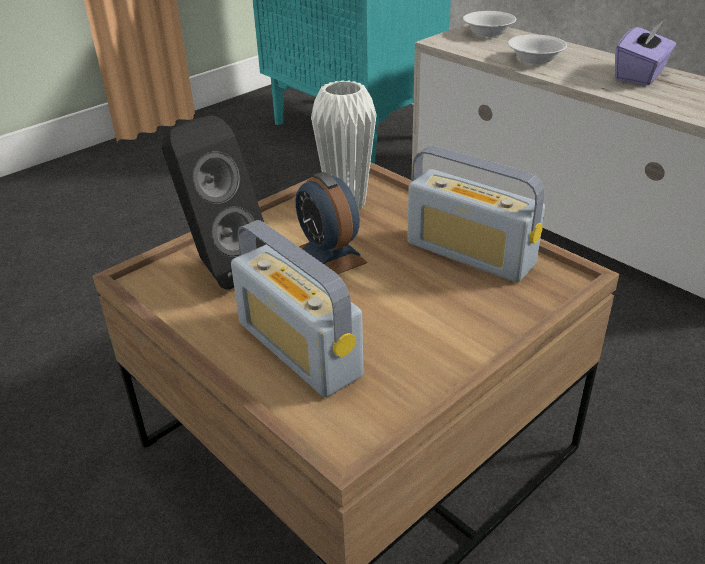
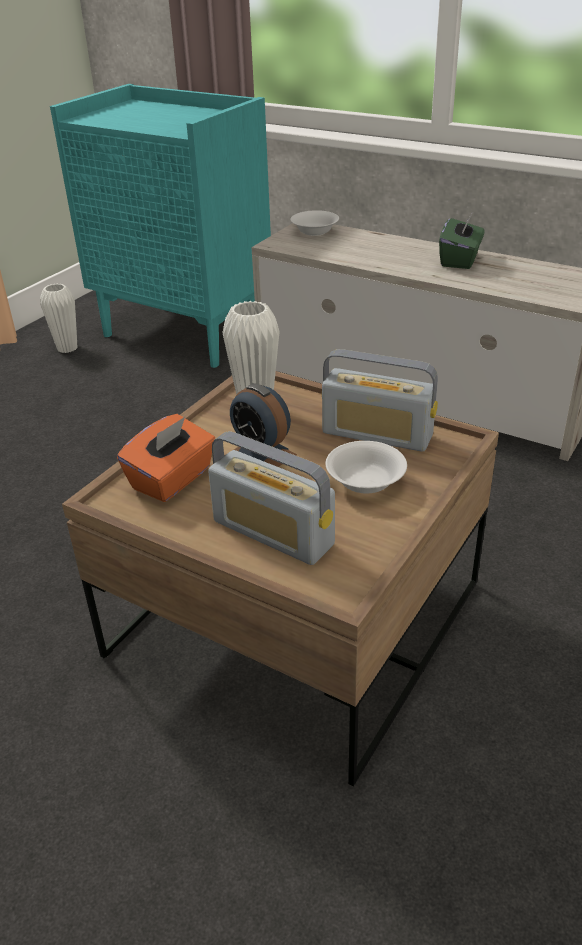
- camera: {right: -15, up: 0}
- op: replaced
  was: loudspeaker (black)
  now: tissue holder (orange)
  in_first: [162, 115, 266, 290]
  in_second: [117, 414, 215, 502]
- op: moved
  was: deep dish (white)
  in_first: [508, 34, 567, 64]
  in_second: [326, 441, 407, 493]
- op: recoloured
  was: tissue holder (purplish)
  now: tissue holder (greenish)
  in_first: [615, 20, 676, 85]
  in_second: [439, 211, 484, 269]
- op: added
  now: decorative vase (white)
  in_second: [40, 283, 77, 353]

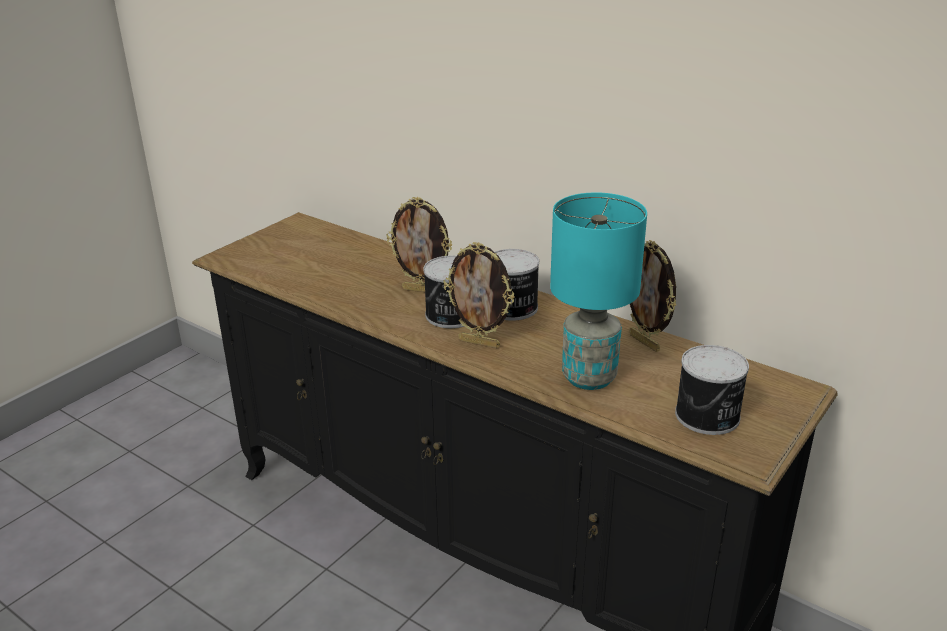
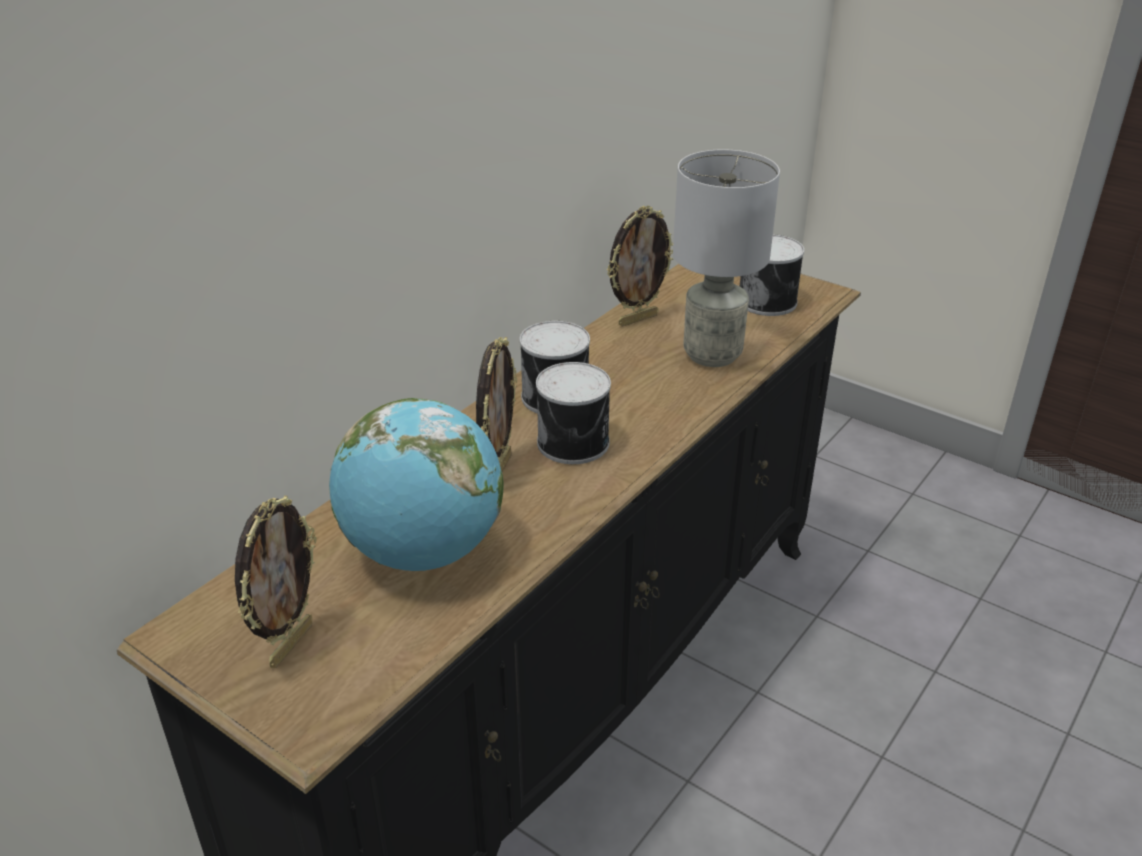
- camera: {right: -90, up: 5}
- op: moved
  was: standing frame
  in_first: [443, 242, 515, 348]
  in_second: [235, 495, 317, 668]
- op: recoloured
  was: lamp for a table (turquoise)
  now: lamp for a table (grey)
  in_first: [550, 192, 647, 390]
  in_second: [673, 149, 780, 367]
- op: added
  now: globe
  in_second: [329, 398, 504, 571]

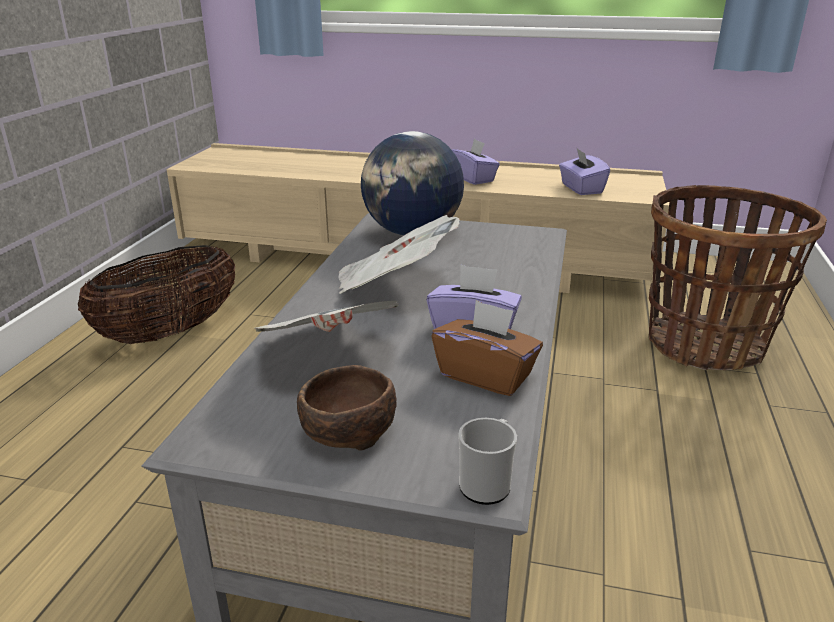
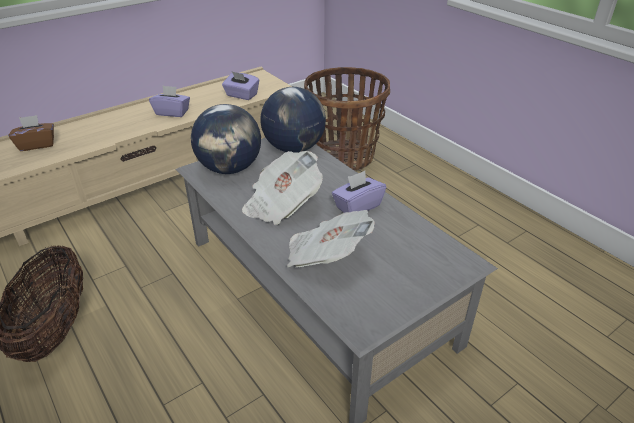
- camera: {right: -50, up: 10}
- op: removed
  was: deep dish (brown-coloured)
  in_first: [297, 365, 397, 451]
- op: moved
  was: tissue holder (brown-coloured)
  in_first: [432, 300, 543, 396]
  in_second: [8, 115, 54, 151]
- op: removed
  was: tea mug
  in_first: [458, 418, 517, 505]
- op: added
  now: globe
  in_second: [260, 87, 326, 153]

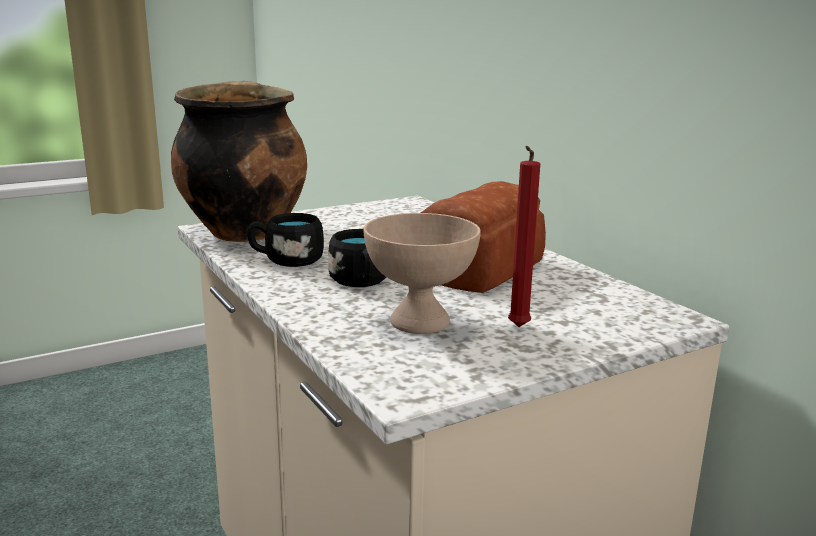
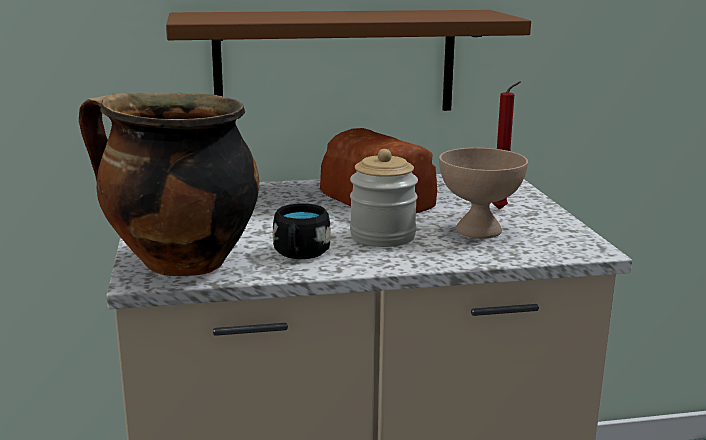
- camera: {right: -70, up: 0}
- op: replaced
  was: tea mug (black)
  now: preserve jar
  in_first: [328, 229, 386, 287]
  in_second: [350, 149, 418, 247]
- op: added
  now: wall shelf (brown-coloured)
  in_second: [166, 10, 531, 111]

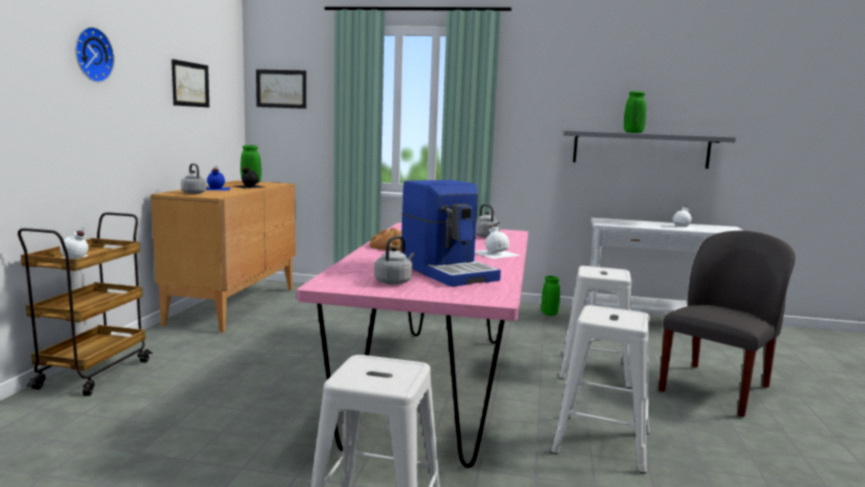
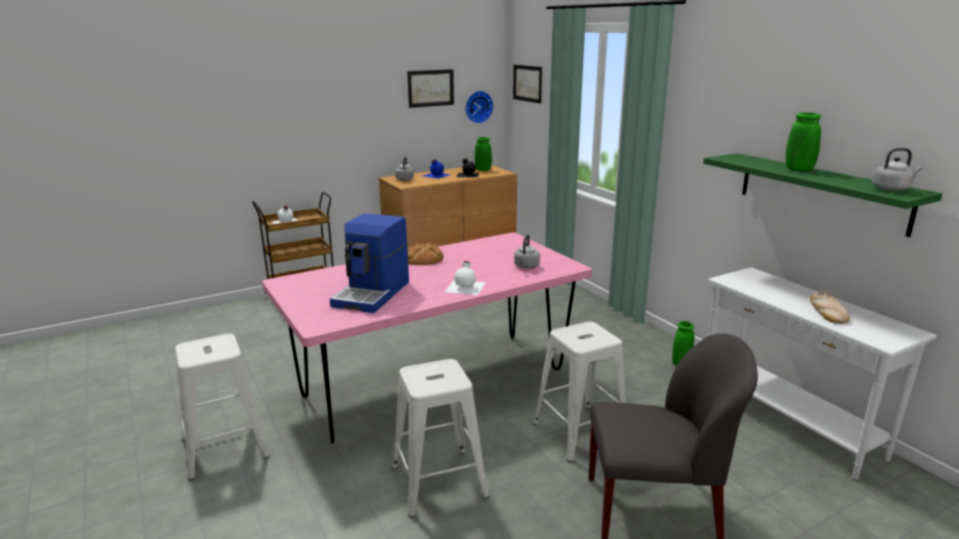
- camera: {right: 50, up: 10}
- op: moved
  was: clock on the wall
  in_first: [75, 27, 114, 83]
  in_second: [465, 91, 494, 124]
- op: moved
  was: water kettle (grey)
  in_first: [374, 236, 415, 285]
  in_second: [872, 148, 923, 191]
- op: recoloured
  was: wall shelf (grey)
  now: wall shelf (greenish)
  in_first: [563, 131, 736, 169]
  in_second: [703, 153, 942, 237]
- op: replaced
  was: beverage bottle (white)
  now: bread
  in_first: [666, 206, 700, 230]
  in_second: [810, 292, 850, 324]

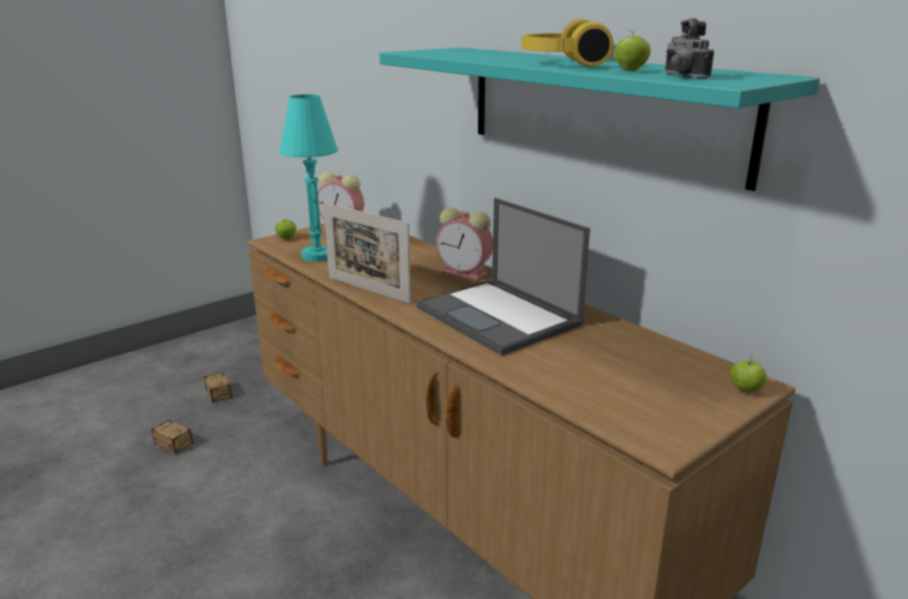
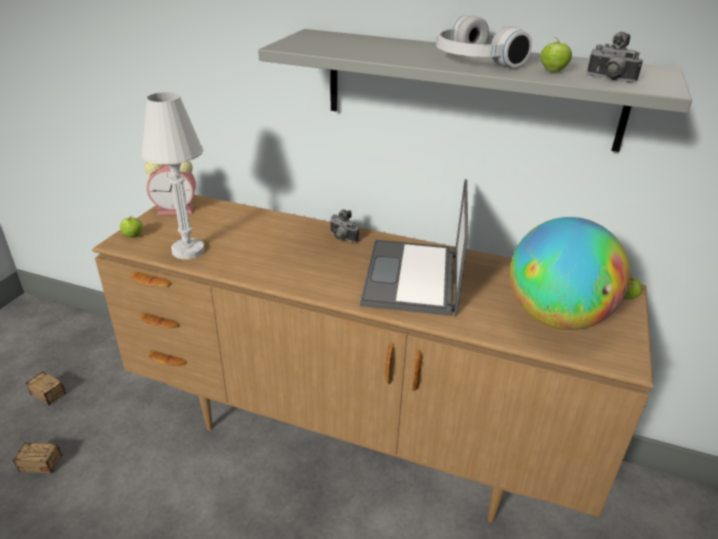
- camera: {right: -30, up: 10}
- op: recoloured
  was: lamp for a table (turquoise)
  now: lamp for a table (white)
  in_first: [280, 94, 338, 261]
  in_second: [141, 92, 204, 259]
- op: removed
  was: standing frame
  in_first: [323, 203, 411, 304]
- op: recoloured
  was: wall shelf (turquoise)
  now: wall shelf (grey)
  in_first: [380, 48, 820, 191]
  in_second: [258, 29, 692, 152]
- op: turned
  was: notebook computer
  in_first: [417, 198, 590, 356]
  in_second: [360, 179, 468, 316]
  clockwise: 75
- op: replaced
  was: bedside clock
  now: photo camera
  in_first: [436, 207, 493, 280]
  in_second: [330, 209, 359, 243]
- op: recoloured
  was: headset (yellow)
  now: headset (white)
  in_first: [522, 19, 613, 67]
  in_second: [436, 15, 532, 67]
- op: added
  now: globe
  in_second: [510, 217, 630, 330]

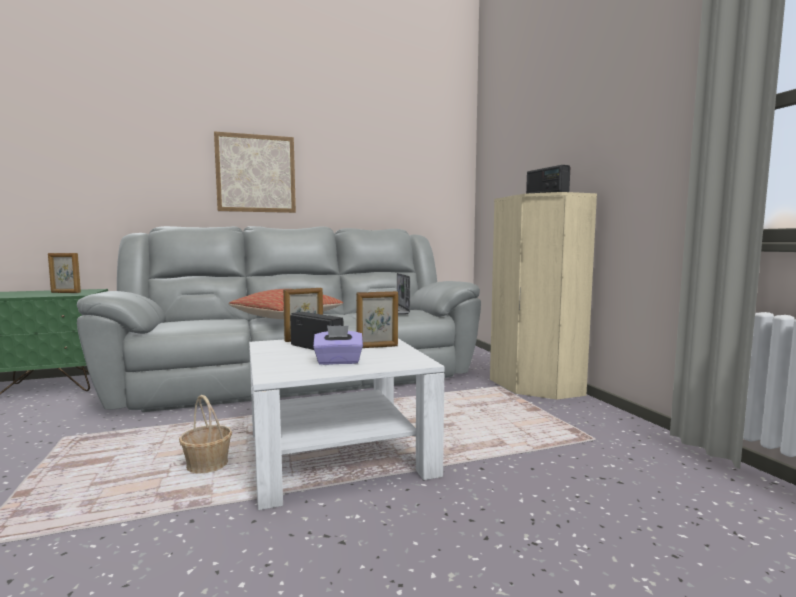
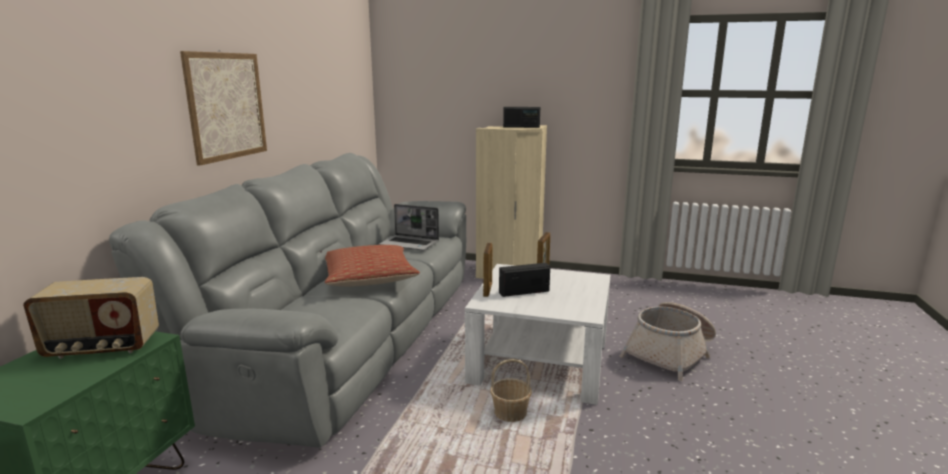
- camera: {right: -55, up: 10}
- op: replaced
  was: standing frame
  now: radio set
  in_first: [48, 253, 81, 293]
  in_second: [23, 277, 159, 359]
- op: removed
  was: tissue holder (purplish)
  in_first: [313, 325, 363, 365]
- op: added
  now: basket
  in_second: [620, 302, 716, 381]

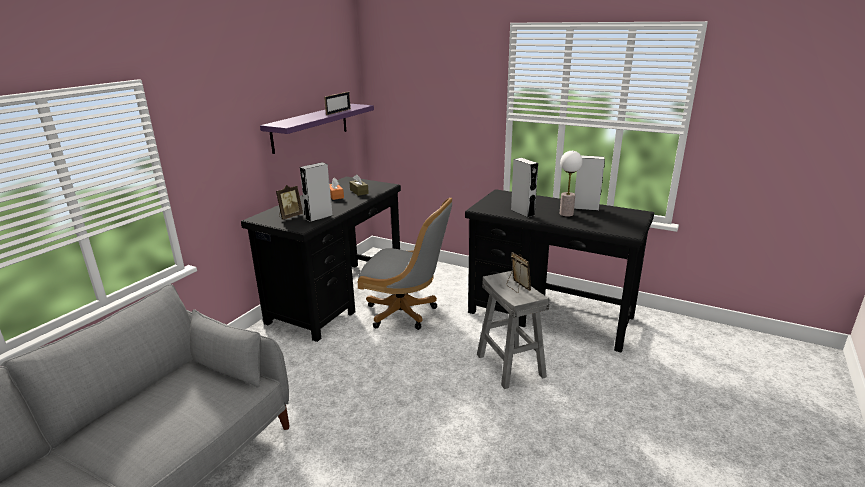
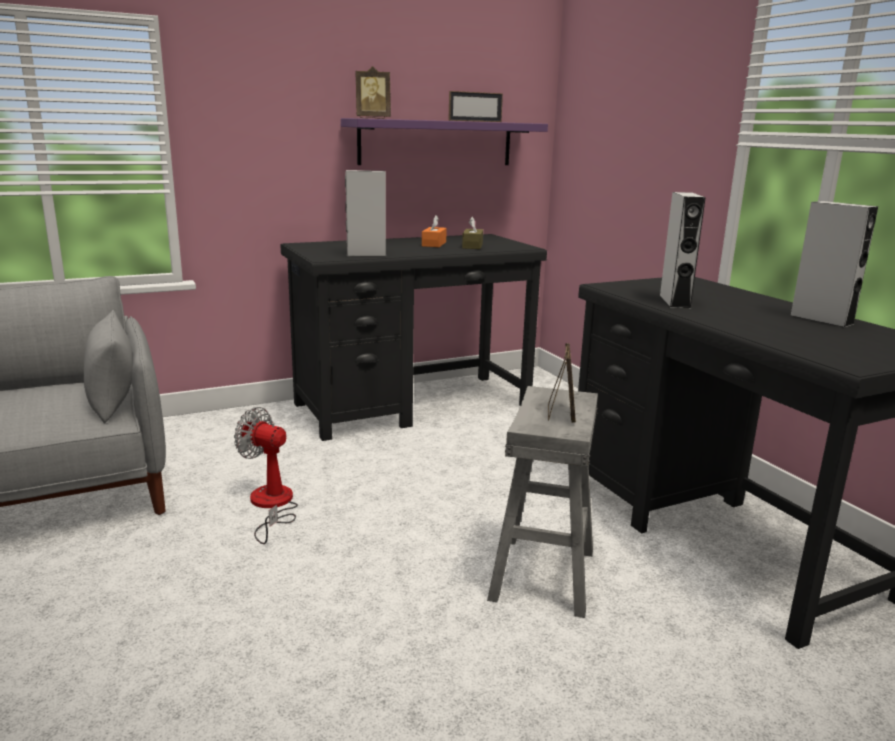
- camera: {right: 35, up: -5}
- op: moved
  was: standing frame
  in_first: [276, 185, 303, 220]
  in_second: [356, 66, 391, 119]
- op: removed
  was: office chair (grey)
  in_first: [358, 198, 452, 330]
- op: removed
  was: lamp for a table
  in_first: [560, 151, 582, 217]
- op: added
  now: cooling fan
  in_second: [234, 407, 298, 544]

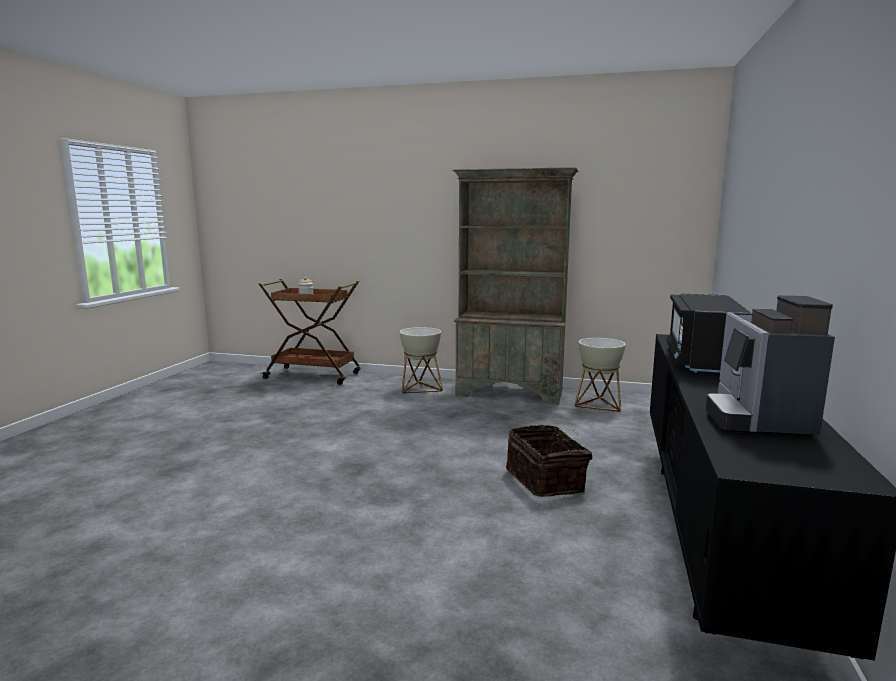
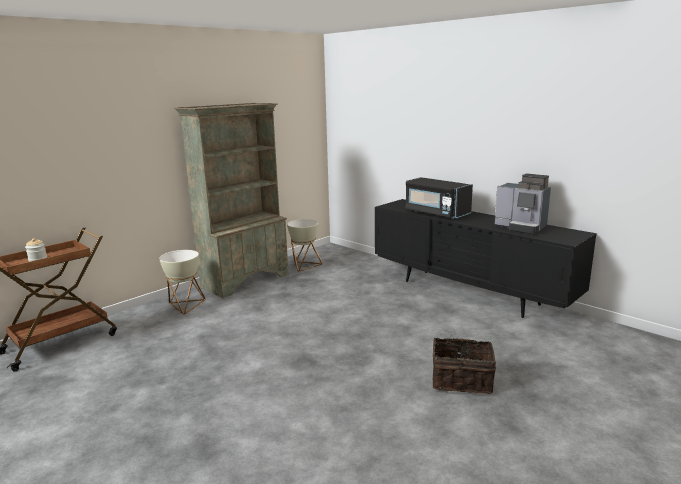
- camera: {right: -60, up: 5}
- op: moved
  was: basket
  in_first: [506, 425, 592, 497]
  in_second: [433, 334, 496, 394]

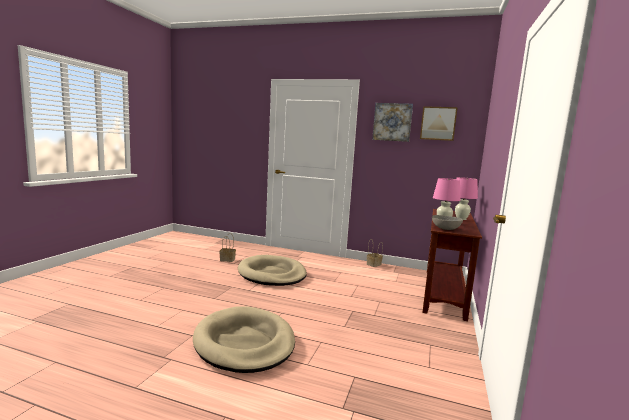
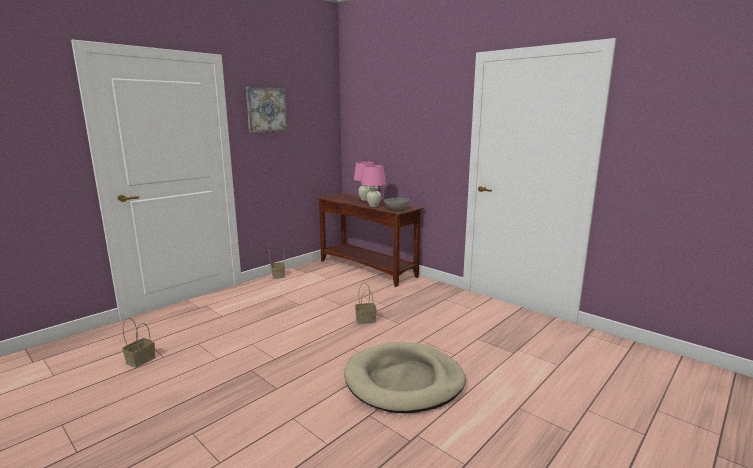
- camera: {right: -65, up: 5}
- op: removed
  was: pet bed (sand-coloured)
  in_first: [238, 255, 307, 286]
- op: removed
  was: wall art
  in_first: [420, 106, 458, 141]
- op: added
  now: basket
  in_second: [355, 282, 377, 324]

